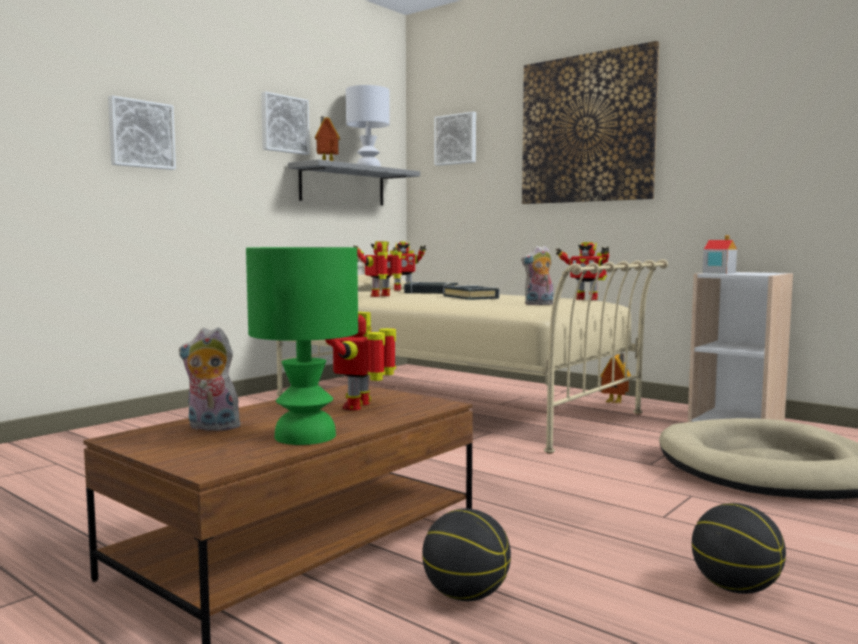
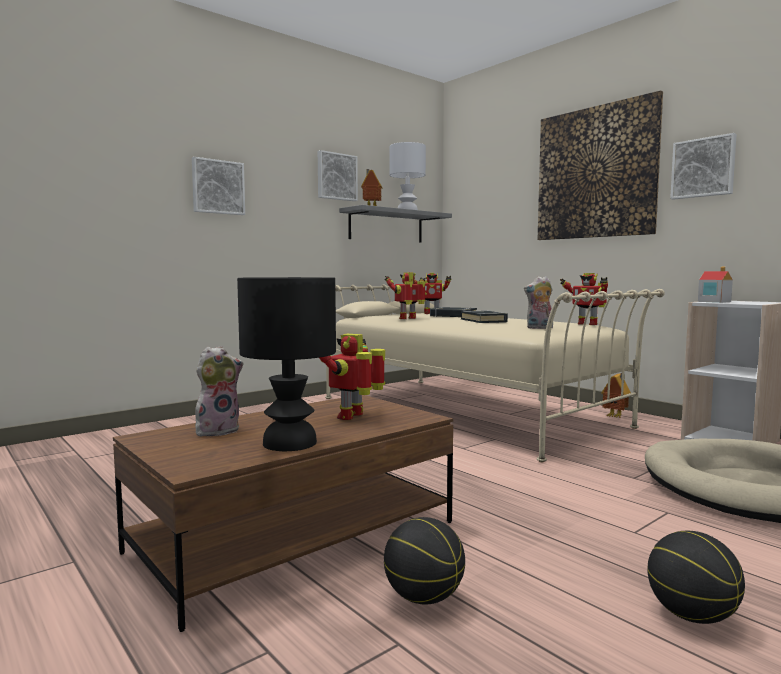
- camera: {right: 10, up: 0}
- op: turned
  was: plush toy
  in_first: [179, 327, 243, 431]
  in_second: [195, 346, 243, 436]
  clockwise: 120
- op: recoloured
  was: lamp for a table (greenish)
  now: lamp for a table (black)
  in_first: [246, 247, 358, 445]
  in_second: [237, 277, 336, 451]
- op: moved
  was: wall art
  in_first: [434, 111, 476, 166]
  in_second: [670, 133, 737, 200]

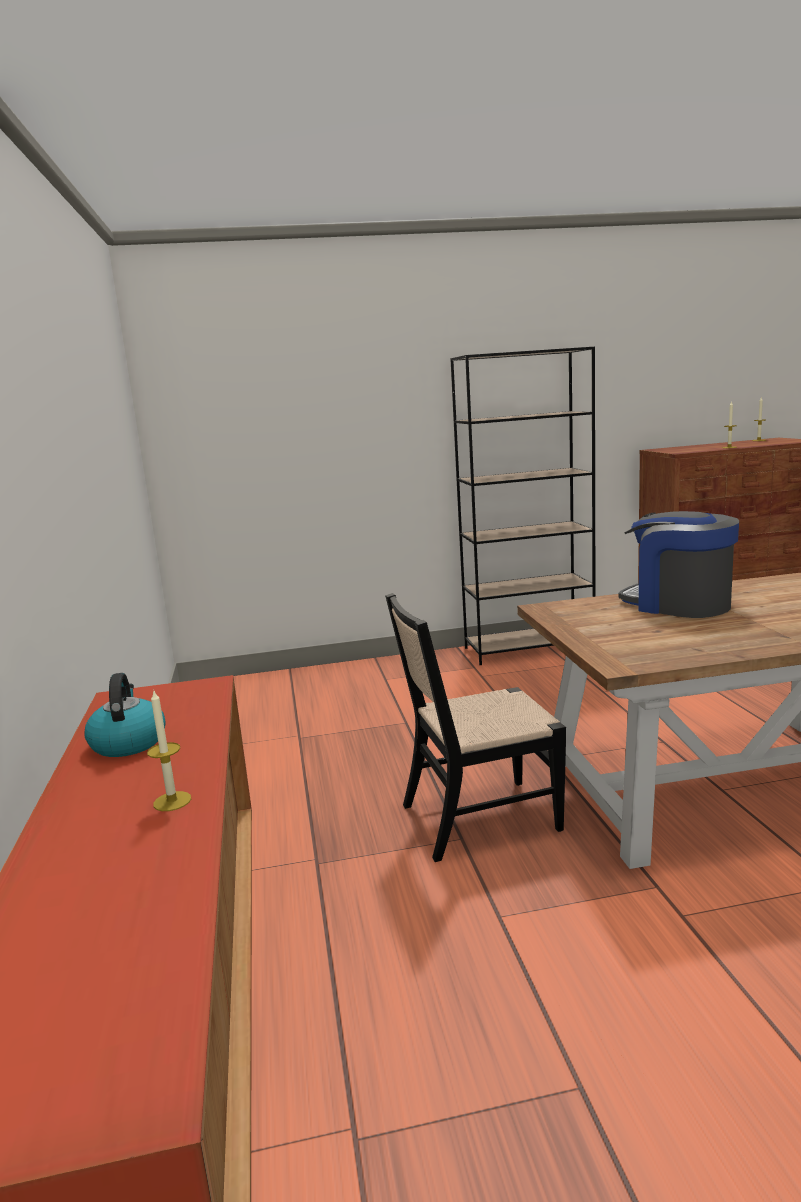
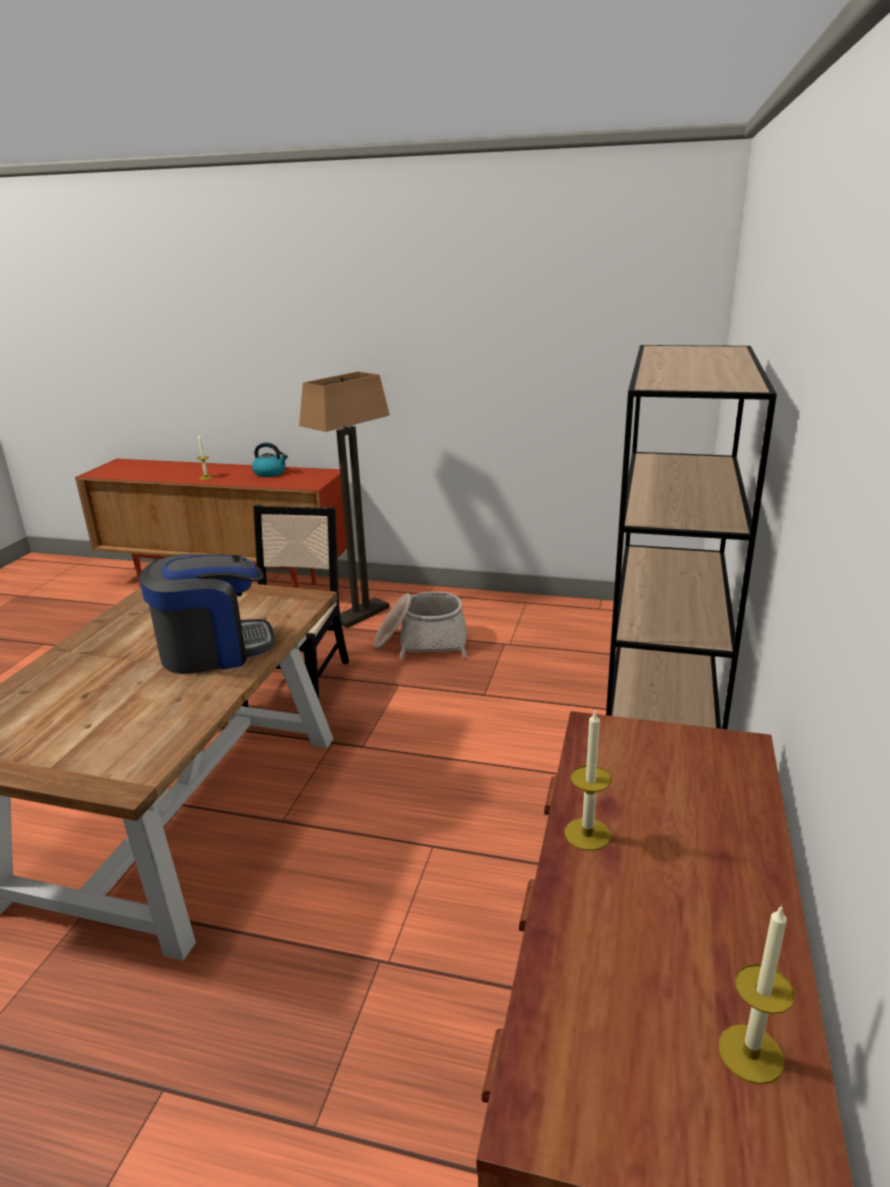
- camera: {right: 115, up: 10}
- op: added
  now: standing lamp
  in_second: [299, 371, 390, 628]
- op: added
  now: basket
  in_second: [374, 592, 467, 659]

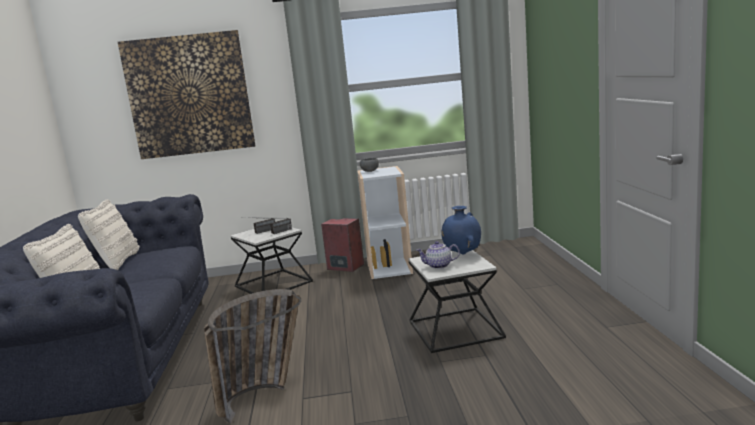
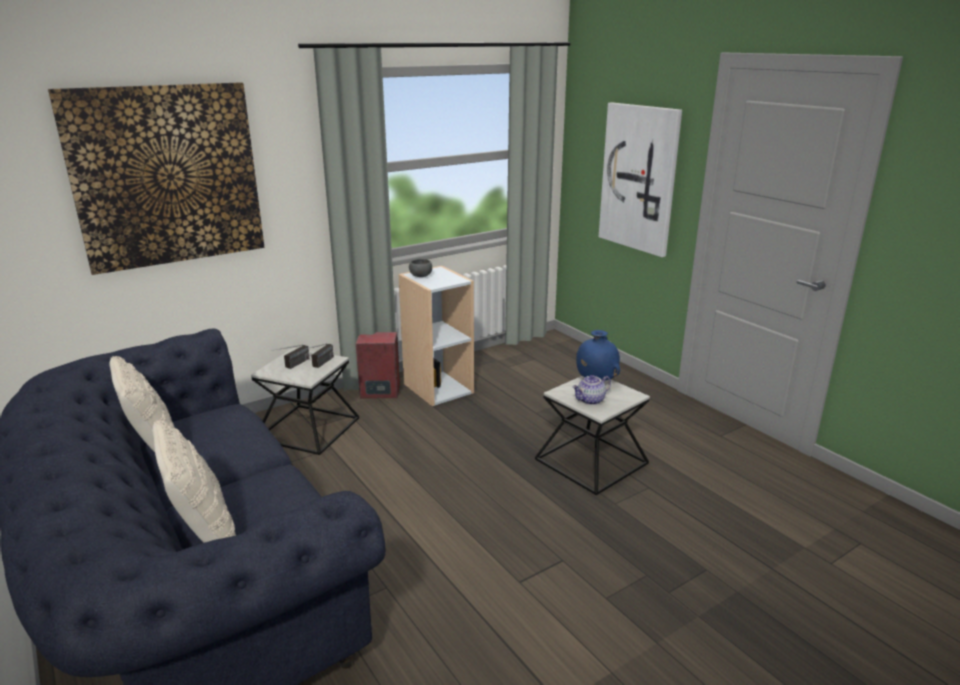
- camera: {right: -30, up: 10}
- op: removed
  was: basket
  in_first: [204, 289, 301, 423]
- op: added
  now: wall art
  in_second: [599, 102, 682, 257]

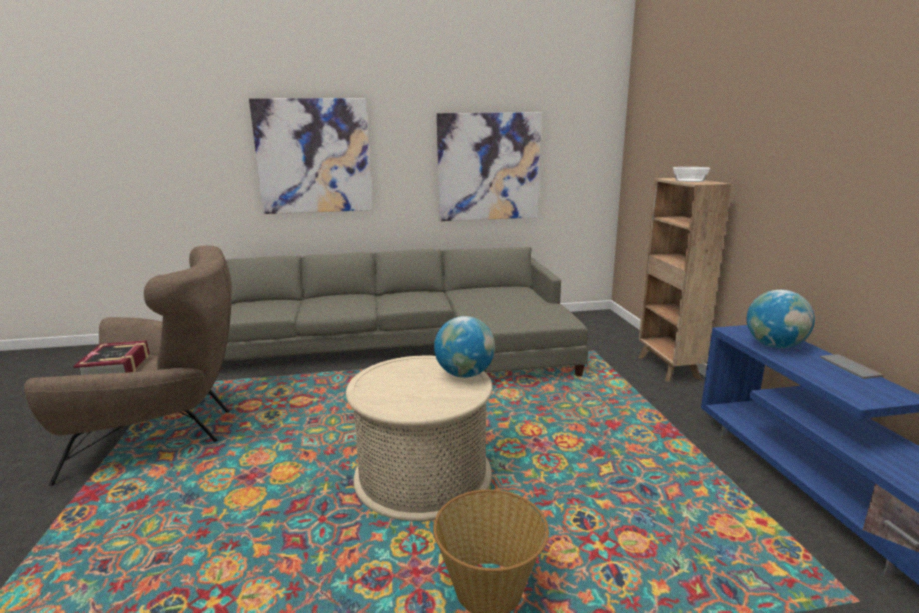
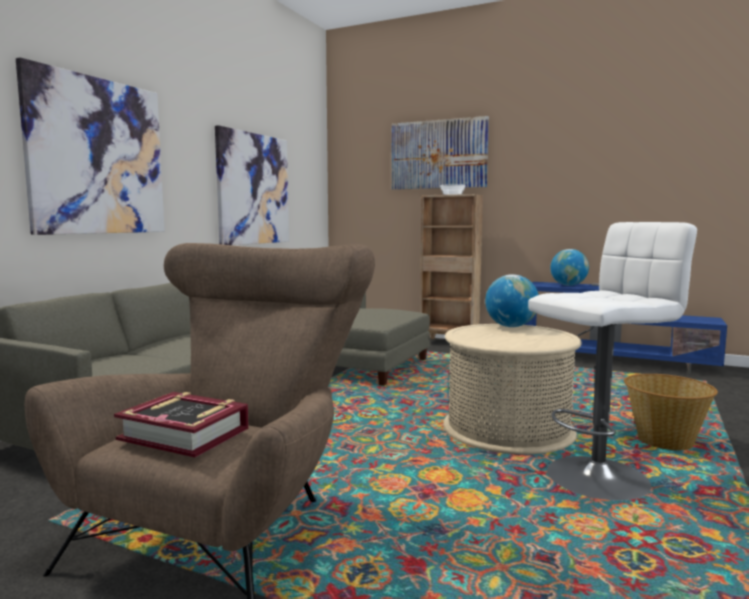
- camera: {right: -55, up: -10}
- op: added
  now: wall art
  in_second: [391, 116, 489, 190]
- op: added
  now: sitting stool (white)
  in_second: [528, 222, 697, 500]

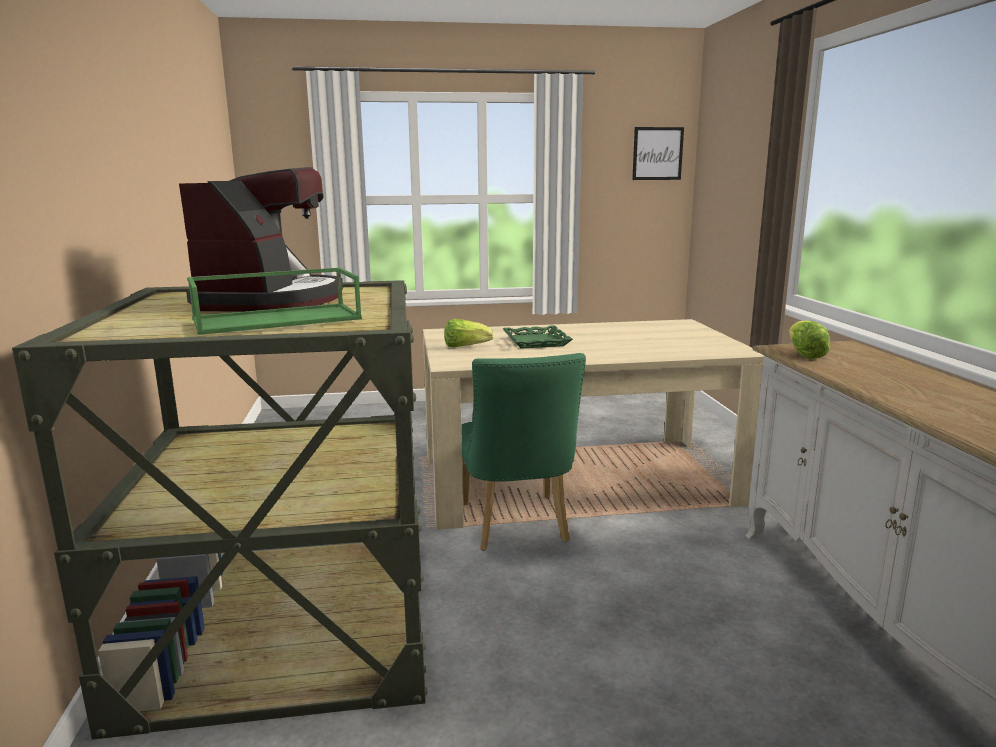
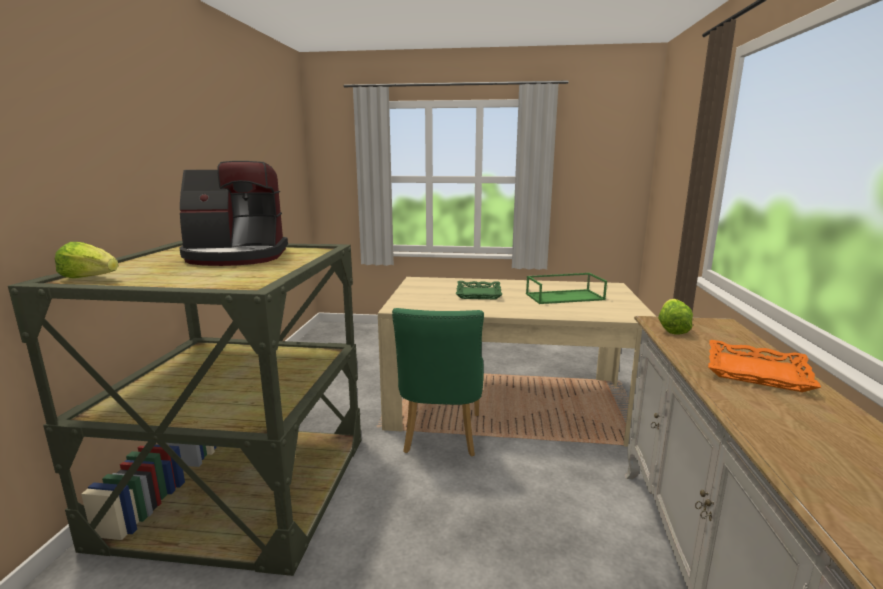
- camera: {right: 15, up: 0}
- op: turned
  was: coffee machine
  in_first: [179, 167, 343, 312]
  in_second: [179, 161, 288, 266]
  clockwise: 60
- op: moved
  was: serving tray (greenish)
  in_first: [187, 268, 362, 335]
  in_second: [526, 273, 607, 304]
- op: moved
  was: lettuce
  in_first: [444, 319, 493, 347]
  in_second: [55, 242, 119, 278]
- op: removed
  was: wall art
  in_first: [632, 127, 684, 180]
- op: added
  now: serving tray (orange)
  in_second: [708, 340, 821, 392]

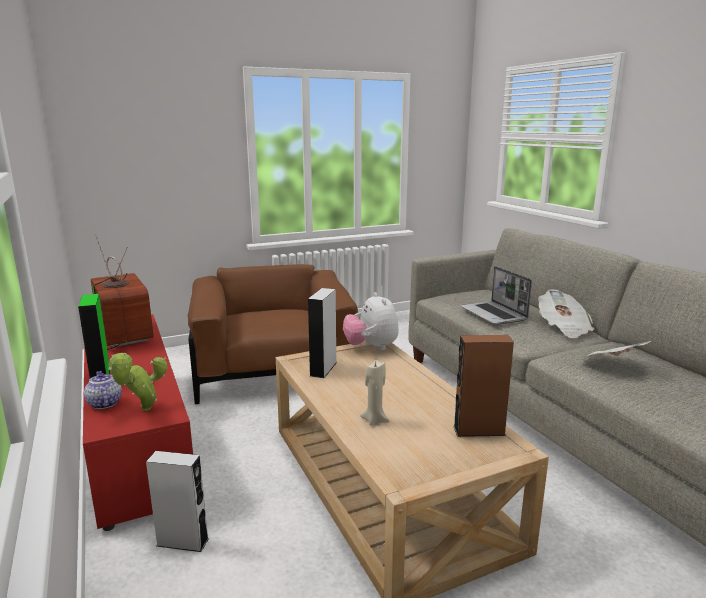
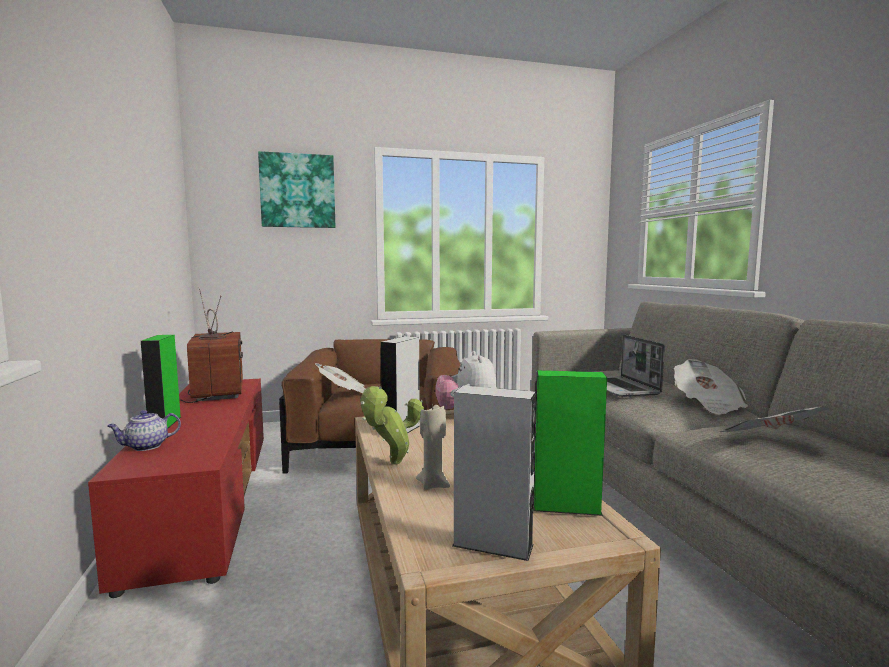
- camera: {right: 10, up: -10}
- op: turned
  was: tea pot
  in_first: [84, 371, 122, 409]
  in_second: [107, 410, 181, 451]
  clockwise: -105
- op: moved
  was: potted plant
  in_first: [108, 353, 167, 411]
  in_second: [360, 386, 424, 464]
- op: moved
  was: loudspeaker (grey)
  in_first: [146, 451, 209, 552]
  in_second: [452, 386, 537, 561]
- op: recoloured
  was: loudspeaker (brown-coloured)
  now: loudspeaker (greenish)
  in_first: [453, 335, 514, 437]
  in_second: [533, 370, 607, 516]
- op: added
  now: wall art
  in_second: [258, 151, 335, 228]
- op: added
  now: newspaper
  in_second: [315, 363, 365, 393]

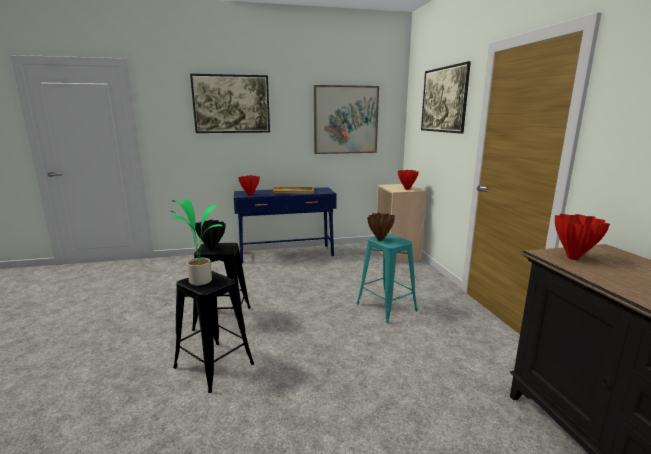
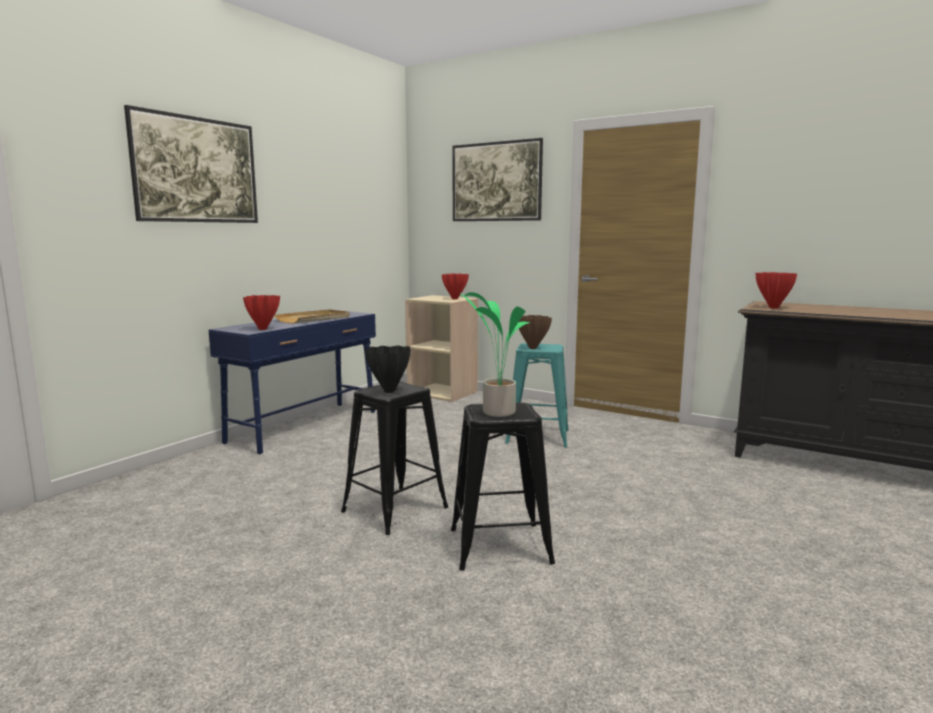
- camera: {right: -45, up: -5}
- op: removed
  was: wall art
  in_first: [314, 85, 379, 154]

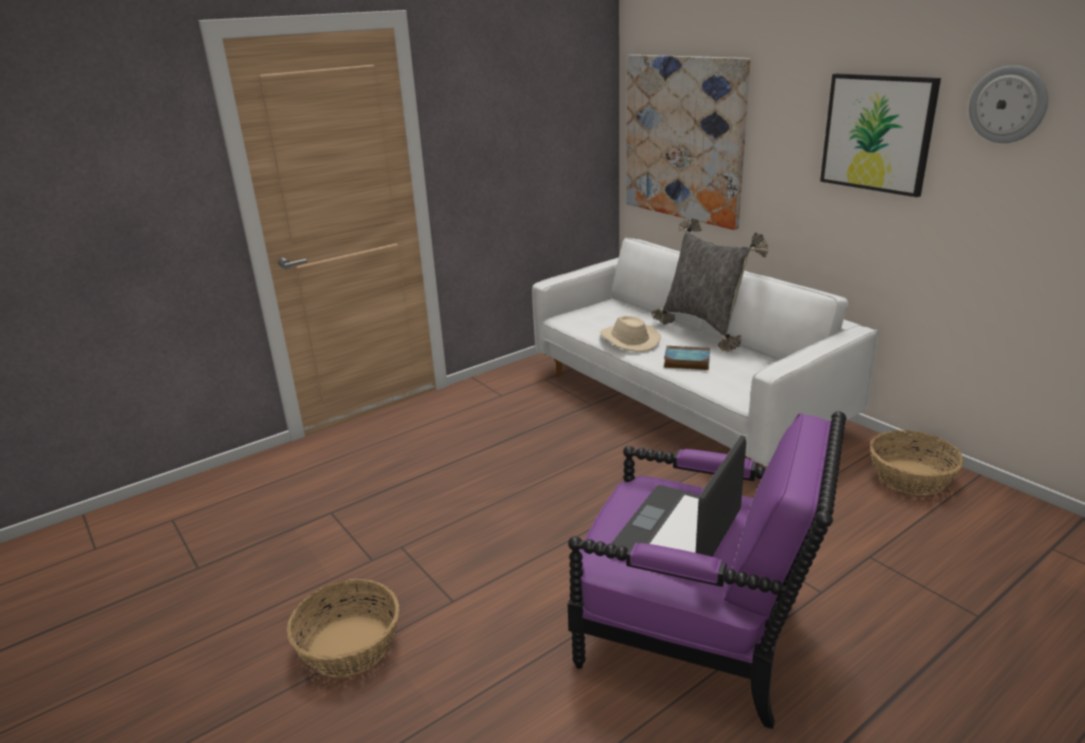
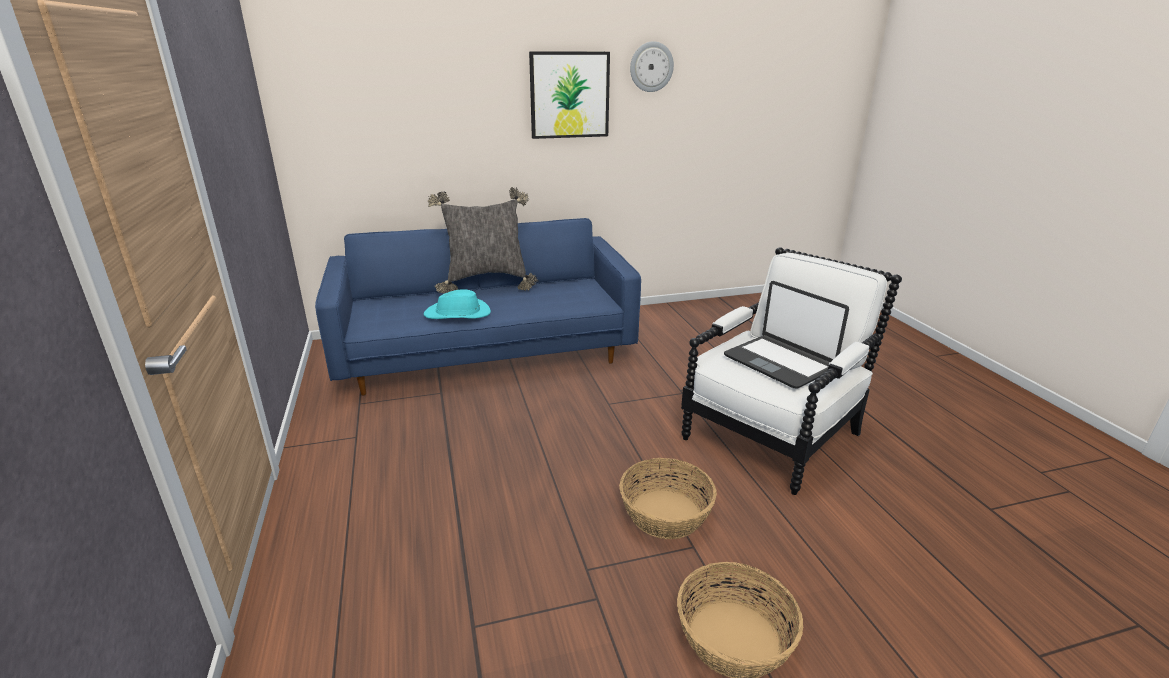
- camera: {right: -70, up: 0}
- op: recoloured
  was: sofa (white)
  now: sofa (blue-coloured)
  in_first: [532, 238, 879, 466]
  in_second: [315, 218, 641, 396]
- op: recoloured
  was: easy chair (purplish)
  now: easy chair (white)
  in_first: [568, 411, 846, 729]
  in_second: [681, 247, 902, 495]
- op: recoloured
  was: wearable hat (sand-coloured)
  now: wearable hat (turquoise)
  in_first: [600, 316, 661, 352]
  in_second: [424, 289, 491, 319]
- op: removed
  was: wall art
  in_first: [626, 55, 750, 230]
- op: removed
  was: book
  in_first: [664, 346, 710, 370]
- op: moved
  was: basket
  in_first: [870, 430, 964, 495]
  in_second: [619, 458, 717, 539]

